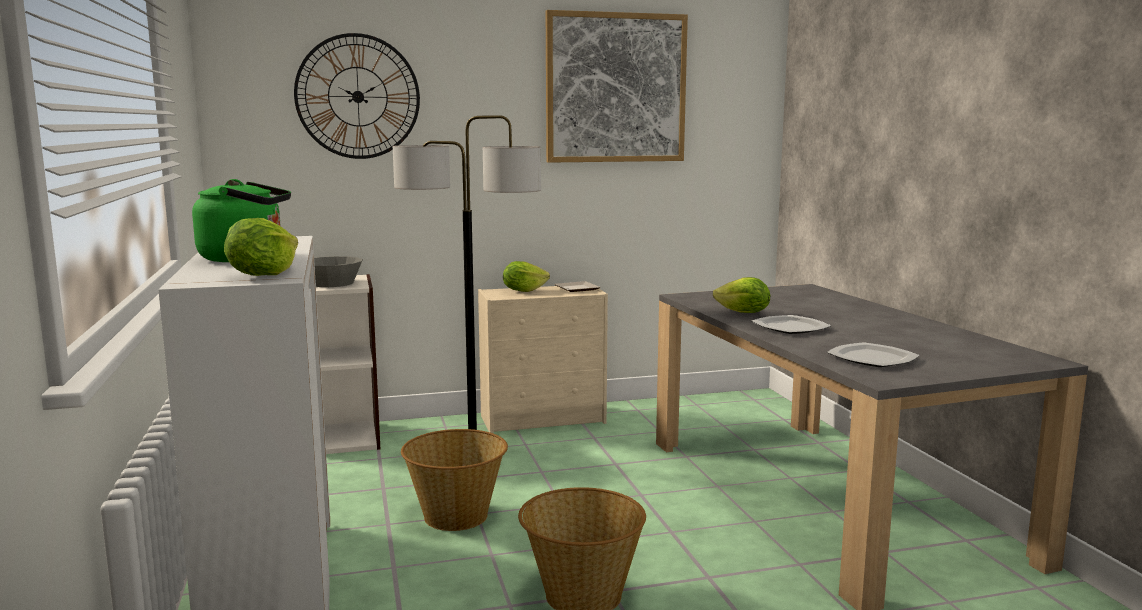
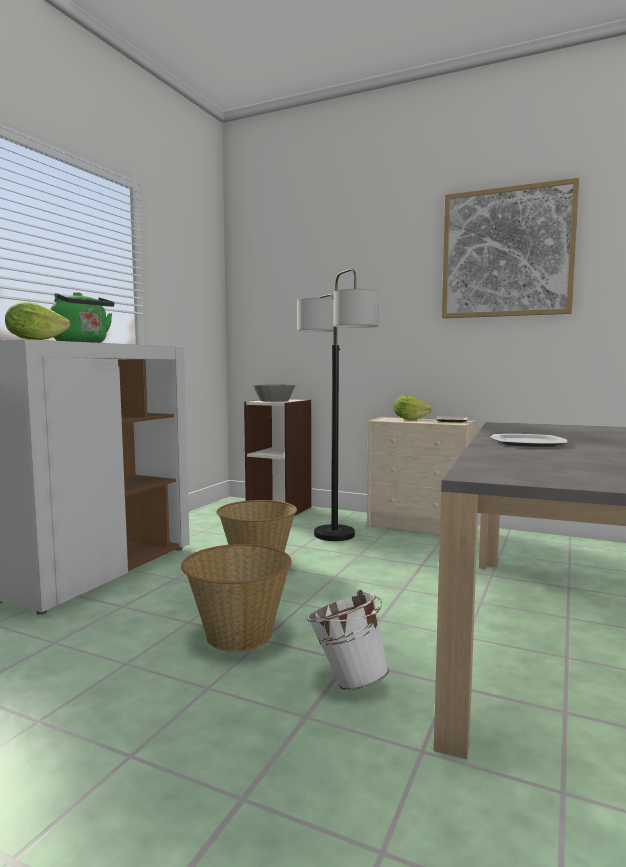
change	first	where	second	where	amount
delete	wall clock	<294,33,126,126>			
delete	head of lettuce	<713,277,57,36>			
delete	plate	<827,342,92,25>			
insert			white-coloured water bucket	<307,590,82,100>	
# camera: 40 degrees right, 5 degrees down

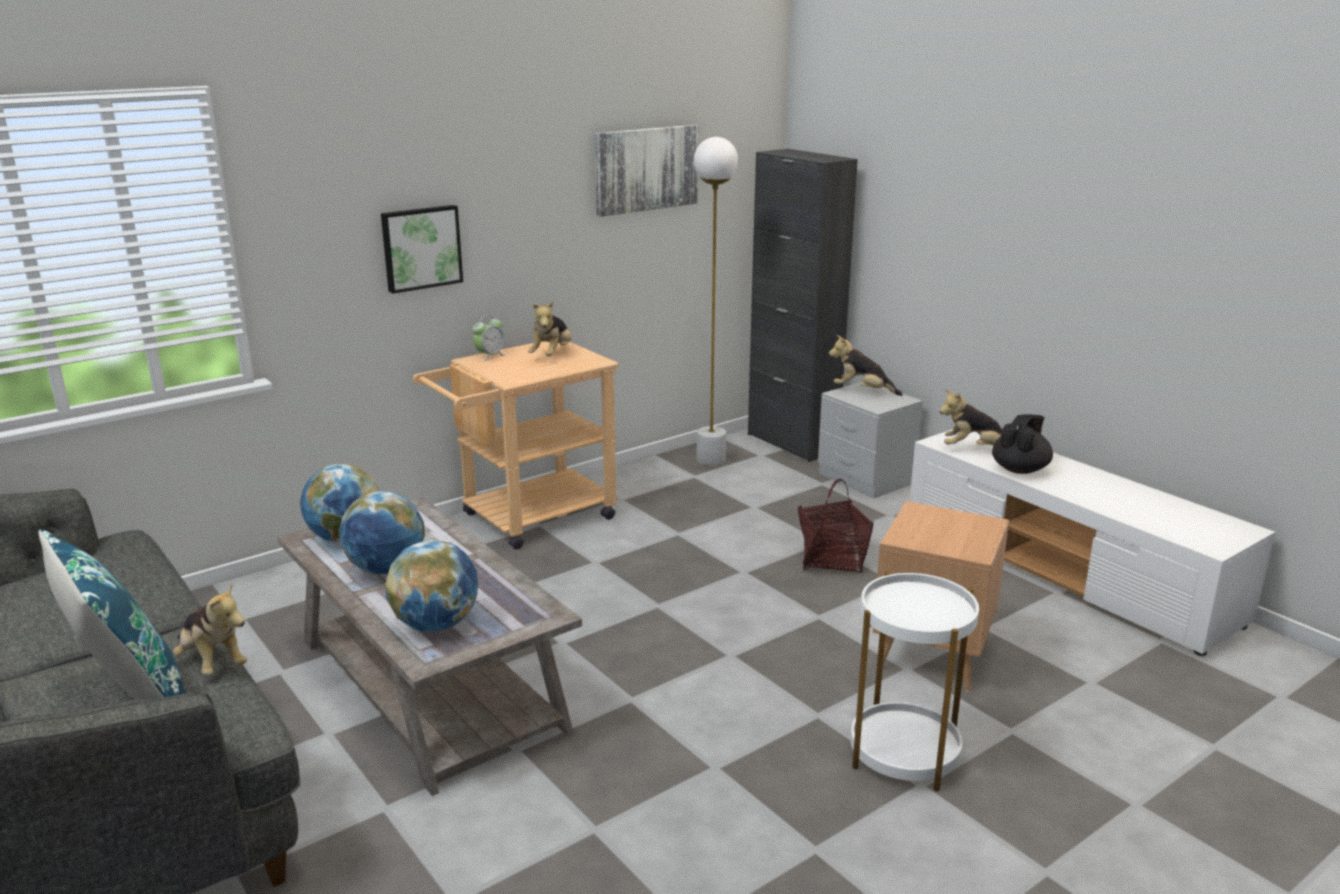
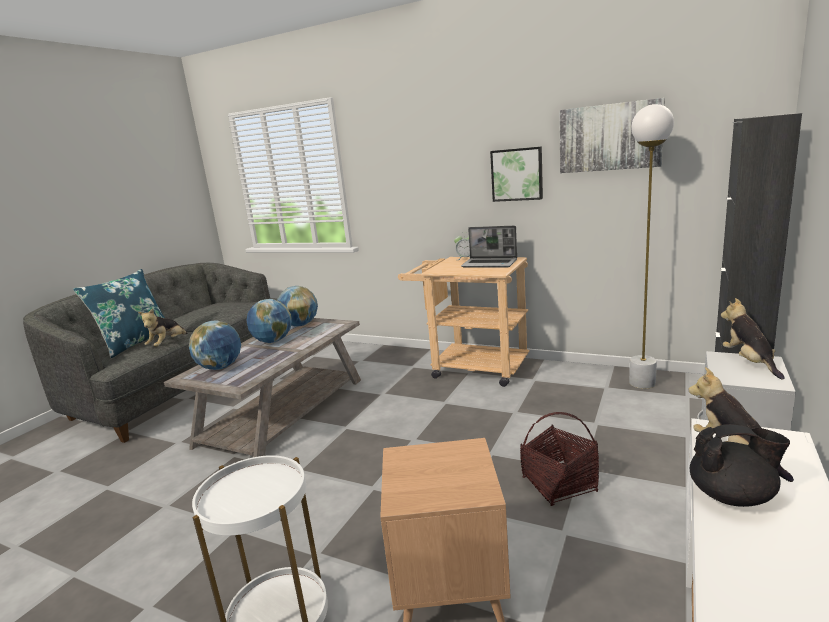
change	first	where	second	where	amount
move	picture	<381,205,82,89>		<490,146,53,56>	
replace	plush toy	<528,301,44,55>	portable computer	<461,226,56,42>	
# camera: 65 degrees right, 5 degrees down

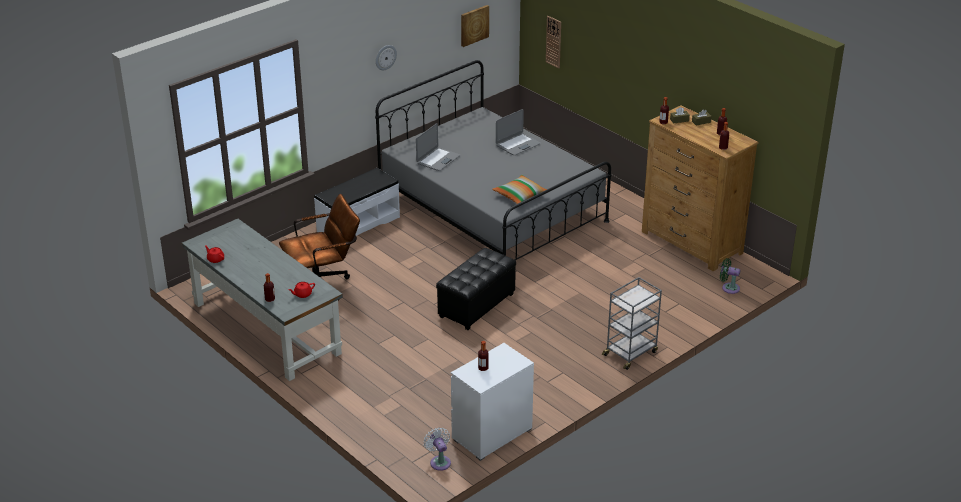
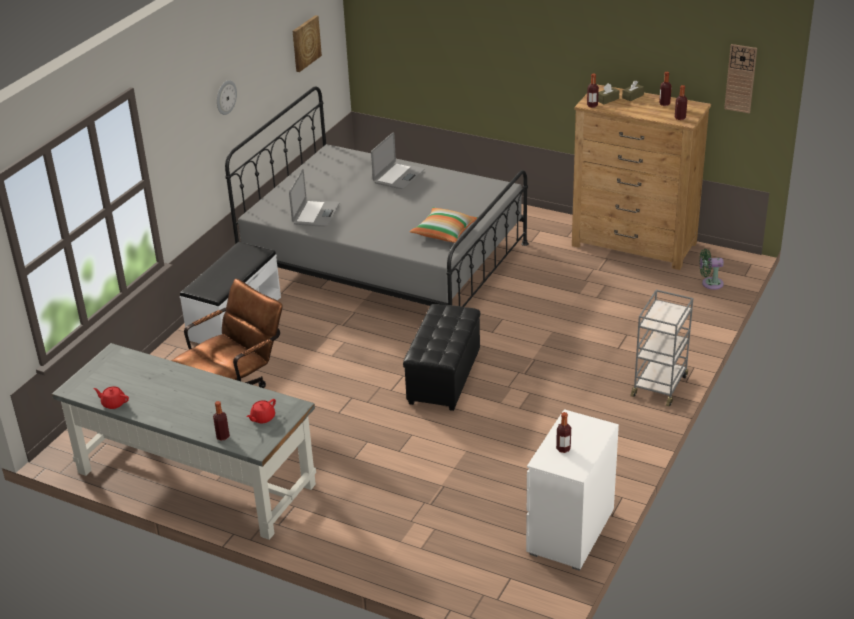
change	first	where	second	where	amount
delete	white-coloured electric fan	<424,427,27,44>			
move	wall clock	<546,16,15,52>		<724,44,33,69>	
# camera: 20 degrees left, 0 degrees up

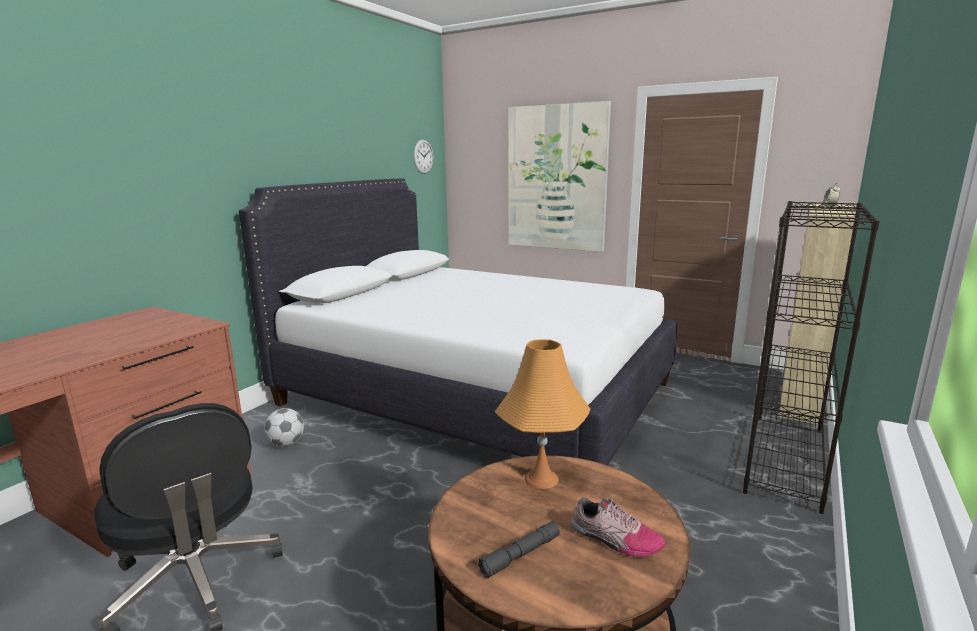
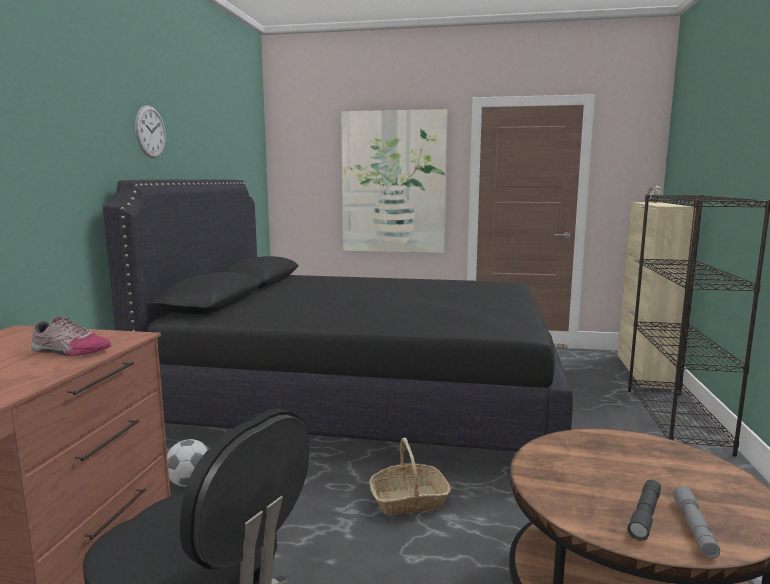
change	first	where	second	where	amount
recolor	white-coloured sleeping bed	<239,179,438,286>	black sleeping bed	<103,180,470,272>	
move	wall clock	<413,140,21,34>		<135,105,31,53>	
delete	orangey tabletop lamp	<495,339,95,150>			
move	shoe	<571,497,94,60>		<31,317,80,39>	
insert			basket	<369,438,82,77>	
insert			greyish hand torch	<673,486,47,72>	
# camera: 20 degrees left, 5 degrees down

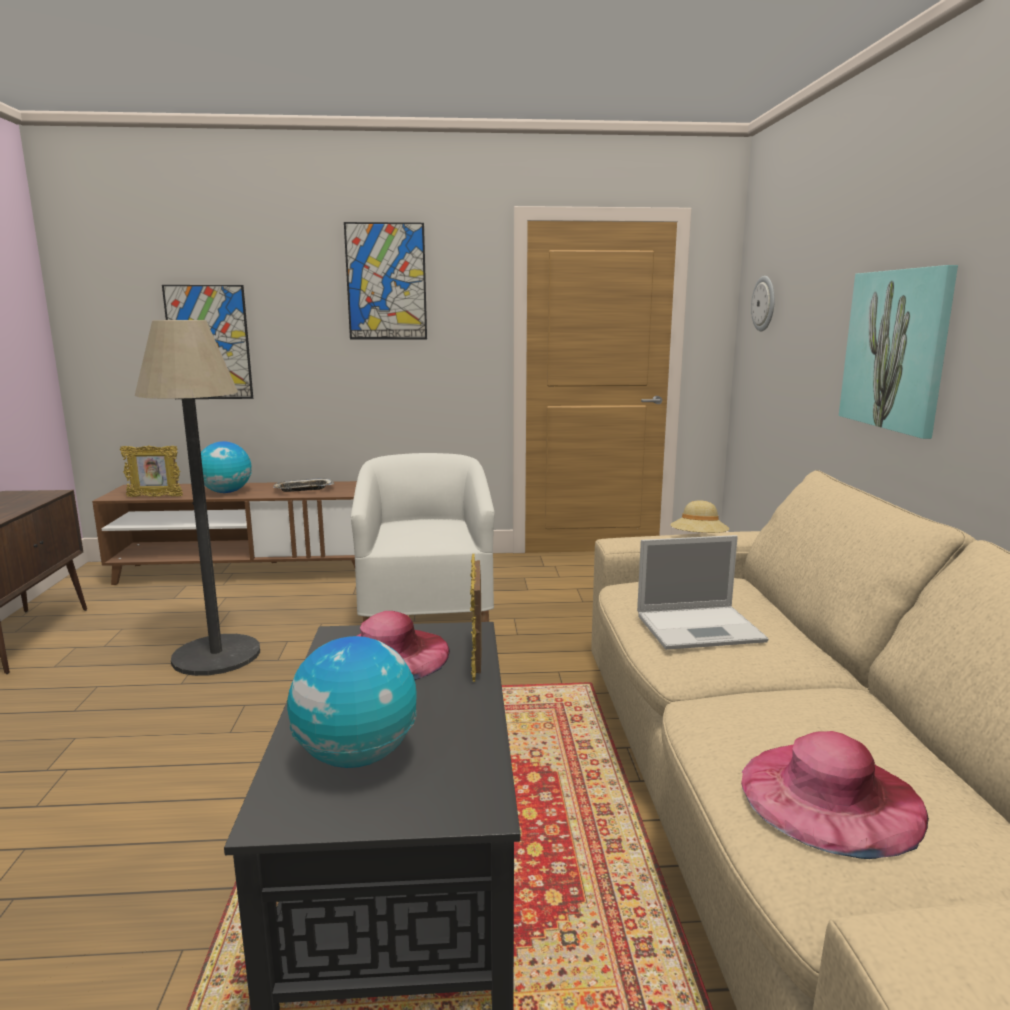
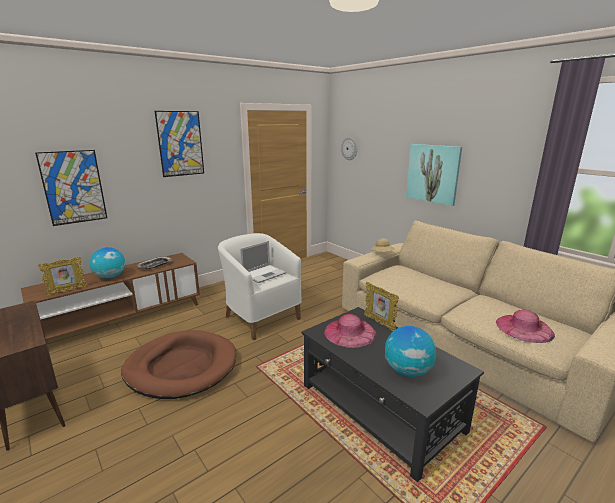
change	first	where	second	where	amount
replace	standard lamp	<135,320,125,356>	brownish dog bed	<121,330,115,69>	
move	portable computer	<637,535,132,115>		<240,241,46,42>	
# camera: 35 degrees left, 5 degrees up

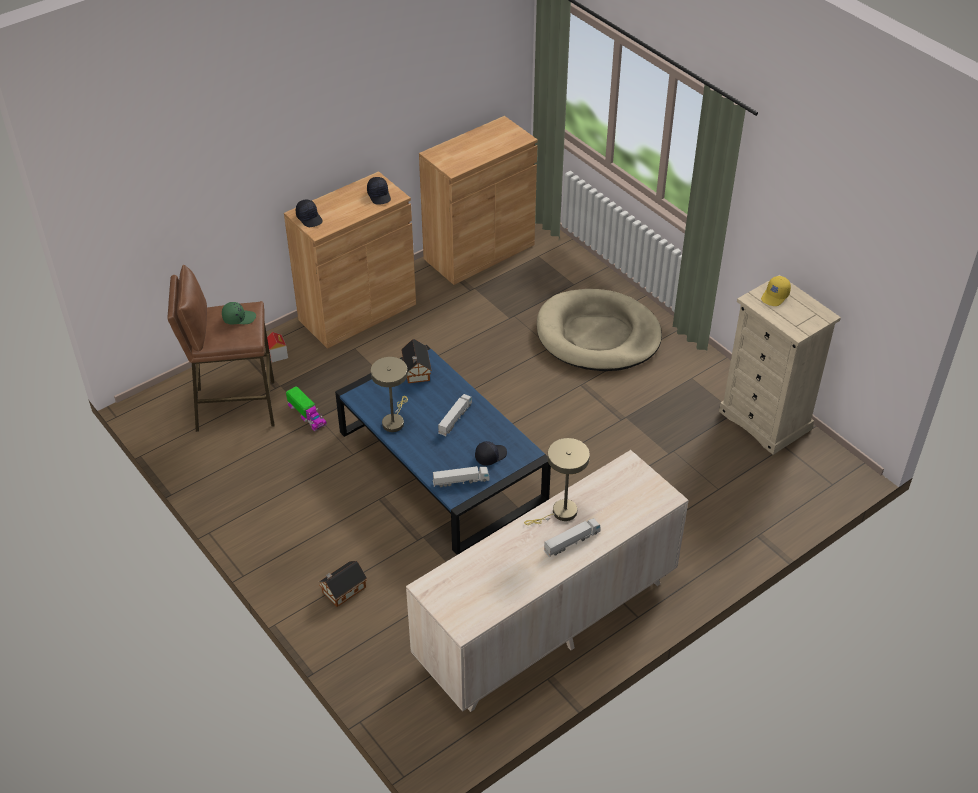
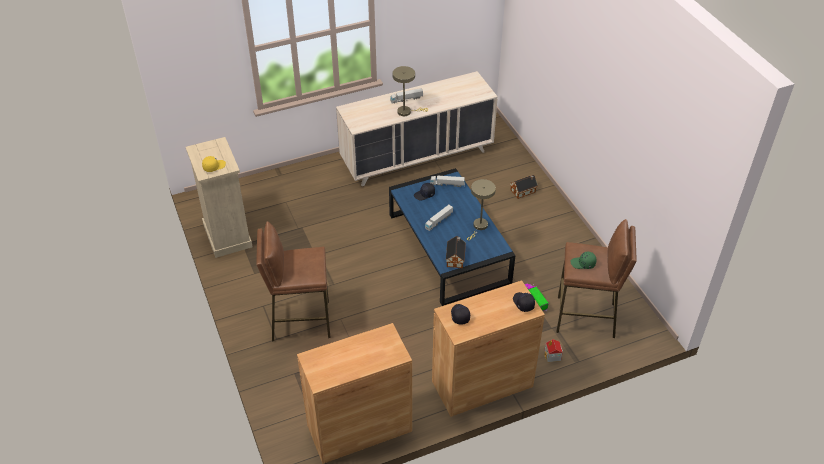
change	first	where	second	where	amount
replace	sand-coloured dog bed	<537,289,125,82>	brownish stool	<256,221,75,120>	
# camera: 165 degrees left, 0 degrees up

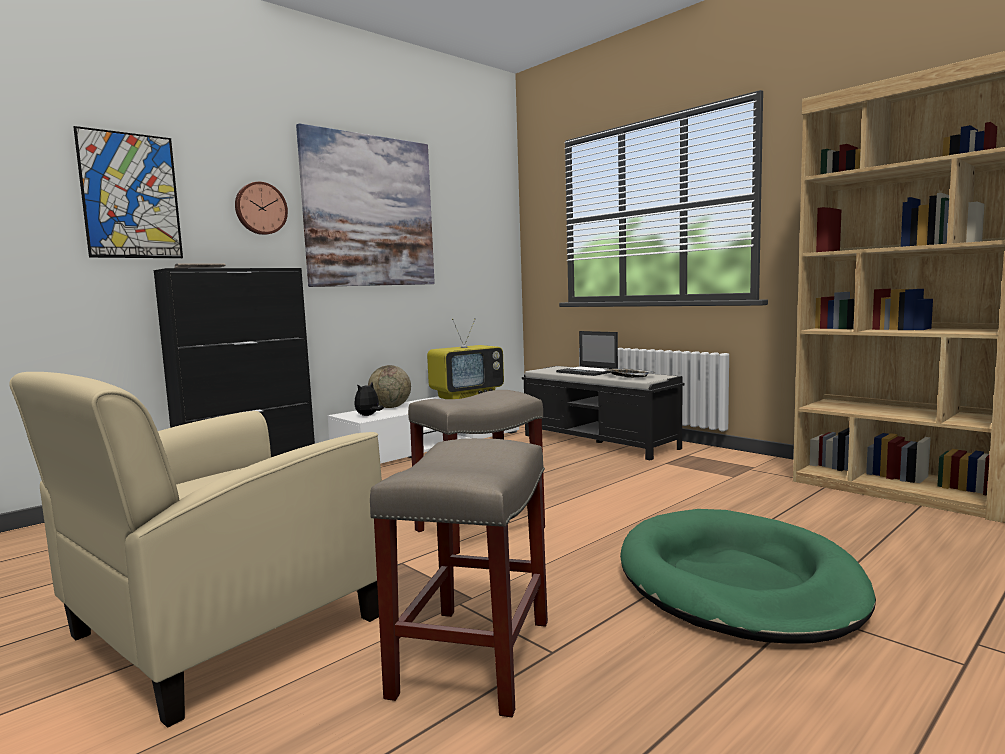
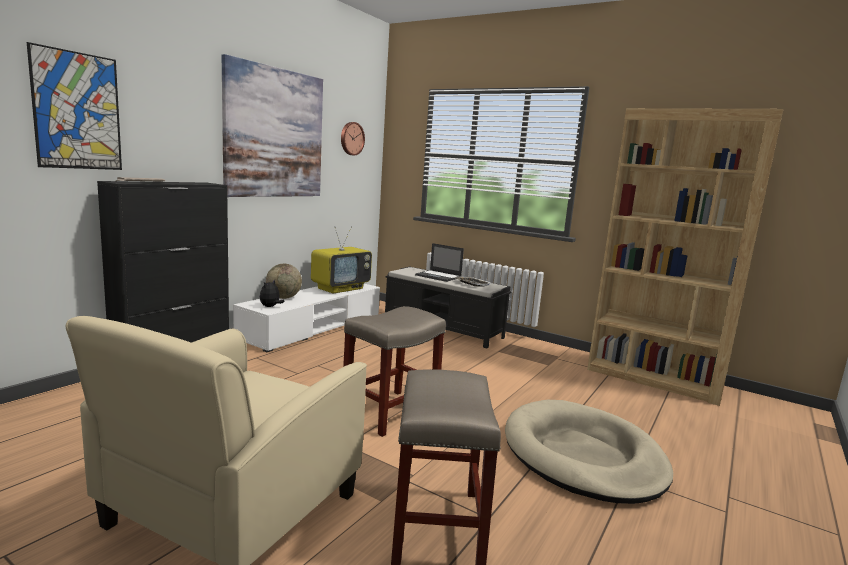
change	first	where	second	where	amount
move	wall clock	<235,182,53,53>		<341,122,24,33>	
recolor	green-coloured dog bed	<620,509,256,135>	sand-coloured dog bed	<505,400,168,104>	
# camera: 15 degrees left, 5 degrees up

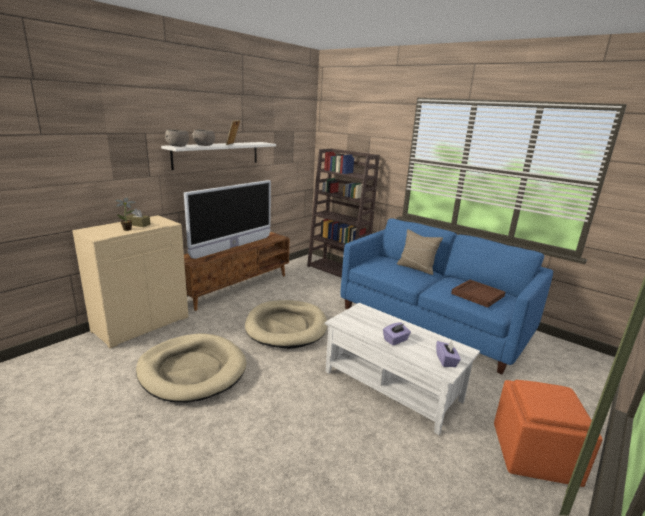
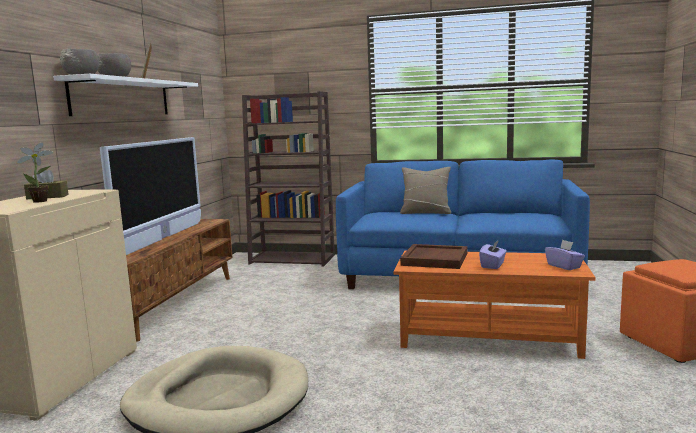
change	first	where	second	where	amount
delete	sand-coloured dog bed	<245,300,82,49>			
recolor	white-coloured lounge table	<325,303,155,132>	orangey lounge table	<393,250,202,109>	
move	brownish carrying tray	<451,280,54,28>		<400,244,67,25>	
# camera: 25 degrees left, 10 degrees down

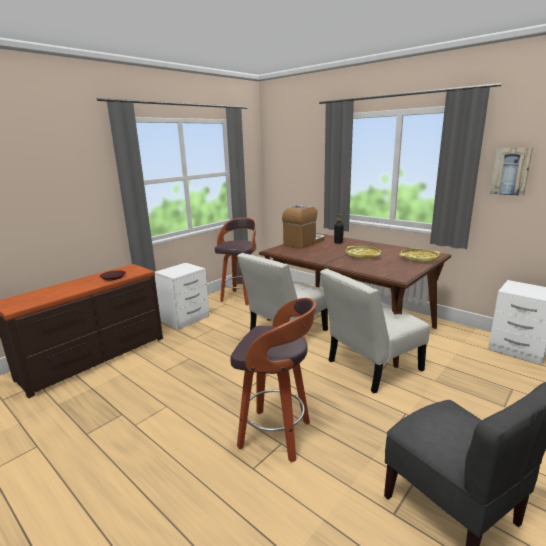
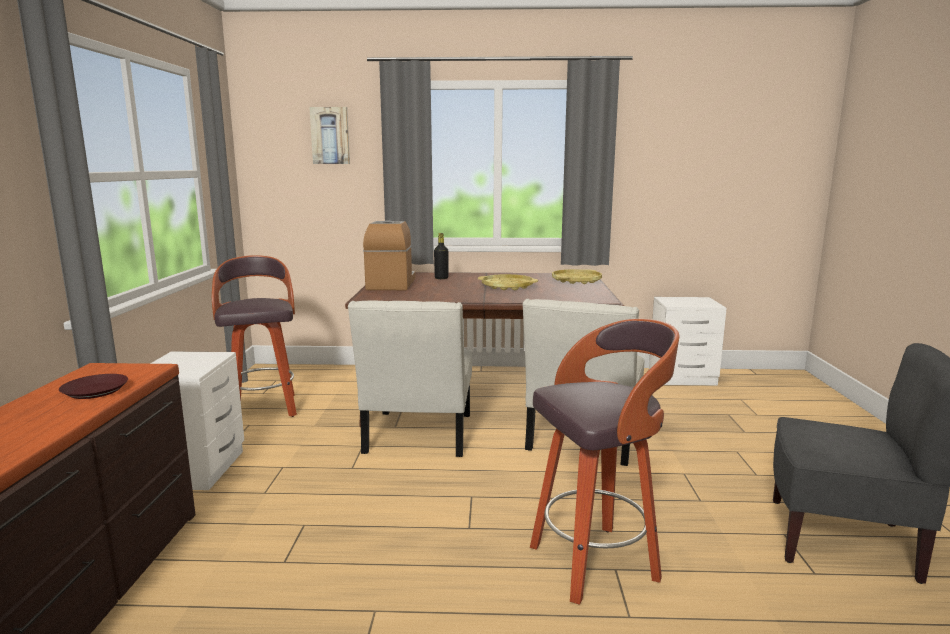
change	first	where	second	where	amount
move	picture	<490,148,43,48>		<309,107,41,57>	
# camera: 40 degrees left, 5 degrees down

